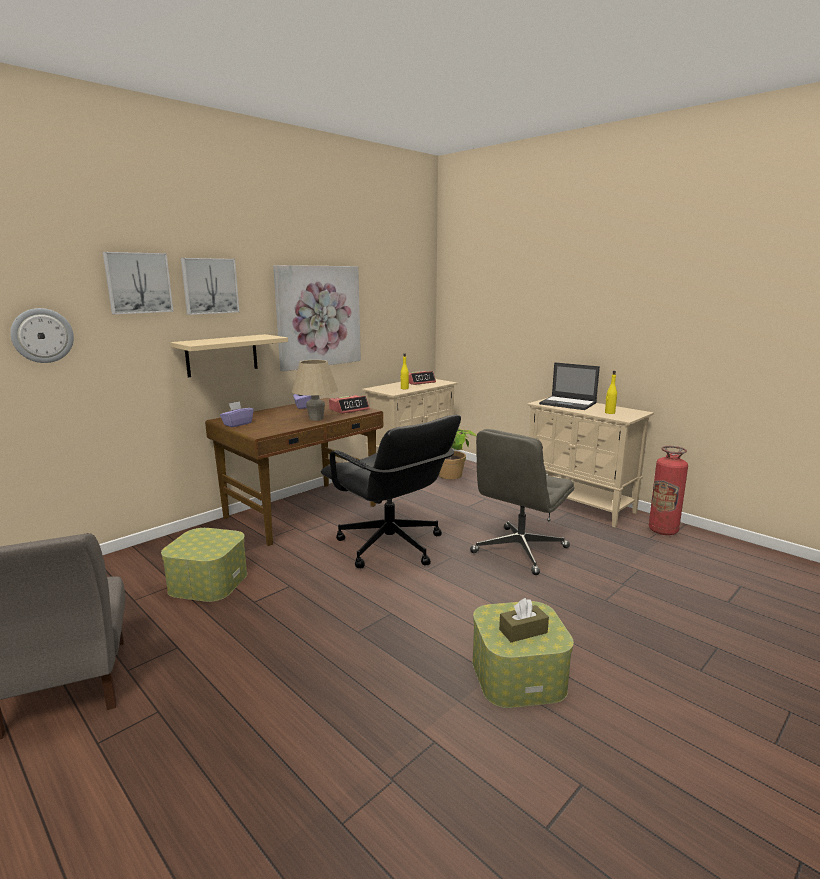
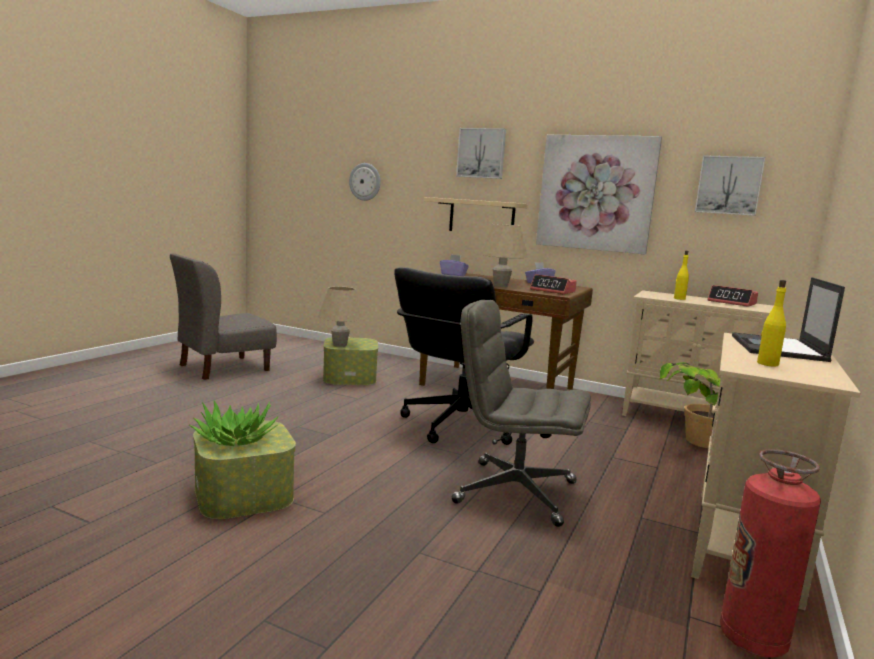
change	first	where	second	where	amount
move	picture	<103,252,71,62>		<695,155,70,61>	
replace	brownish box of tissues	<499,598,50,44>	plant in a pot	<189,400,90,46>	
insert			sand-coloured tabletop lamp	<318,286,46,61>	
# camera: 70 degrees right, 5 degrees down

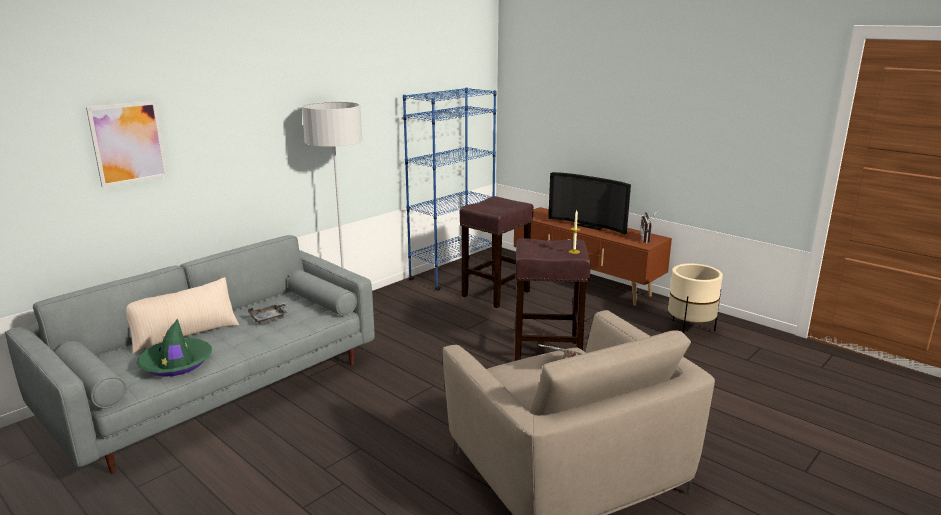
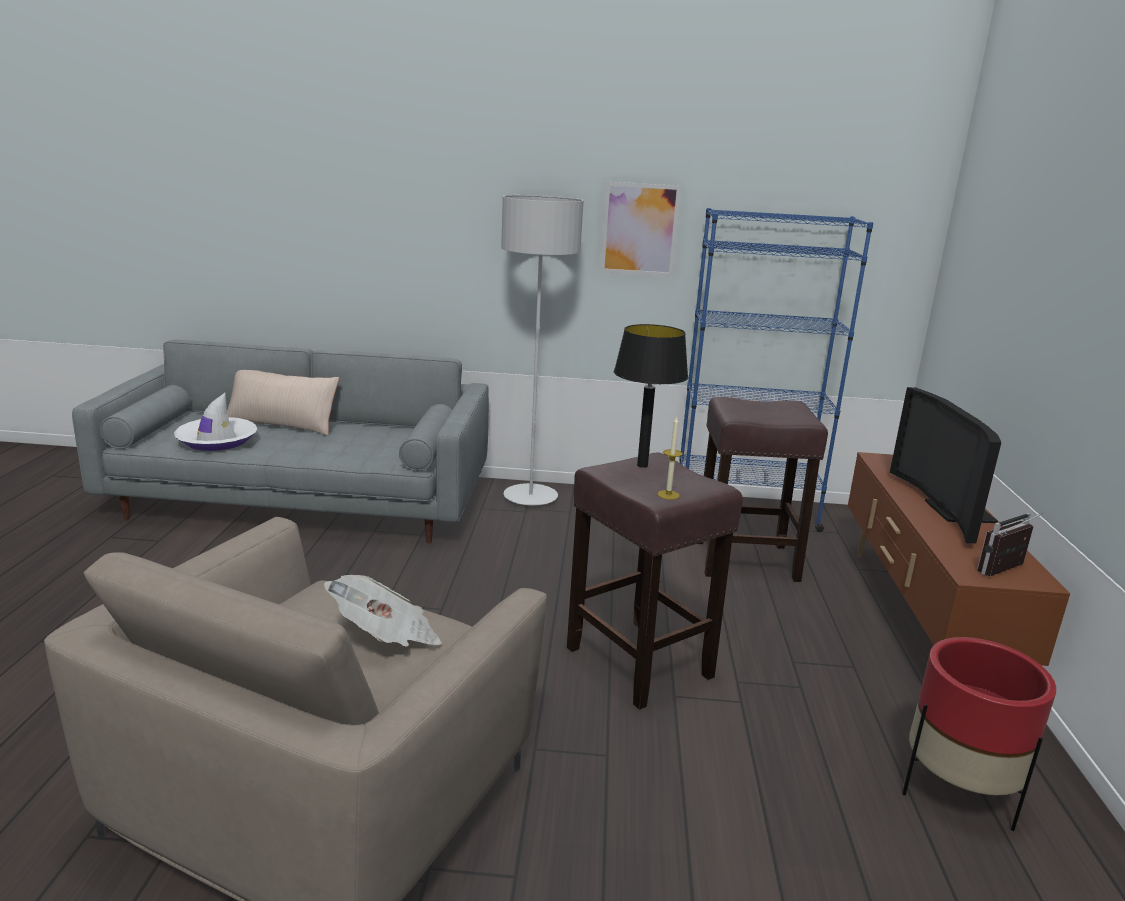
change	first	where	second	where	amount
move	picture	<86,101,82,87>		<600,182,81,95>	
recolor	green-coloured wearable hat	<137,319,75,58>	white-coloured wearable hat	<174,393,84,58>	
delete	greyish carrying tray	<248,303,41,21>			
recolor	sand-coloured plant pot	<668,263,55,70>	reddish plant pot	<902,637,154,194>	
insert			black tabletop lamp	<614,324,74,144>	
# camera: 50 degrees right, 0 degrees up

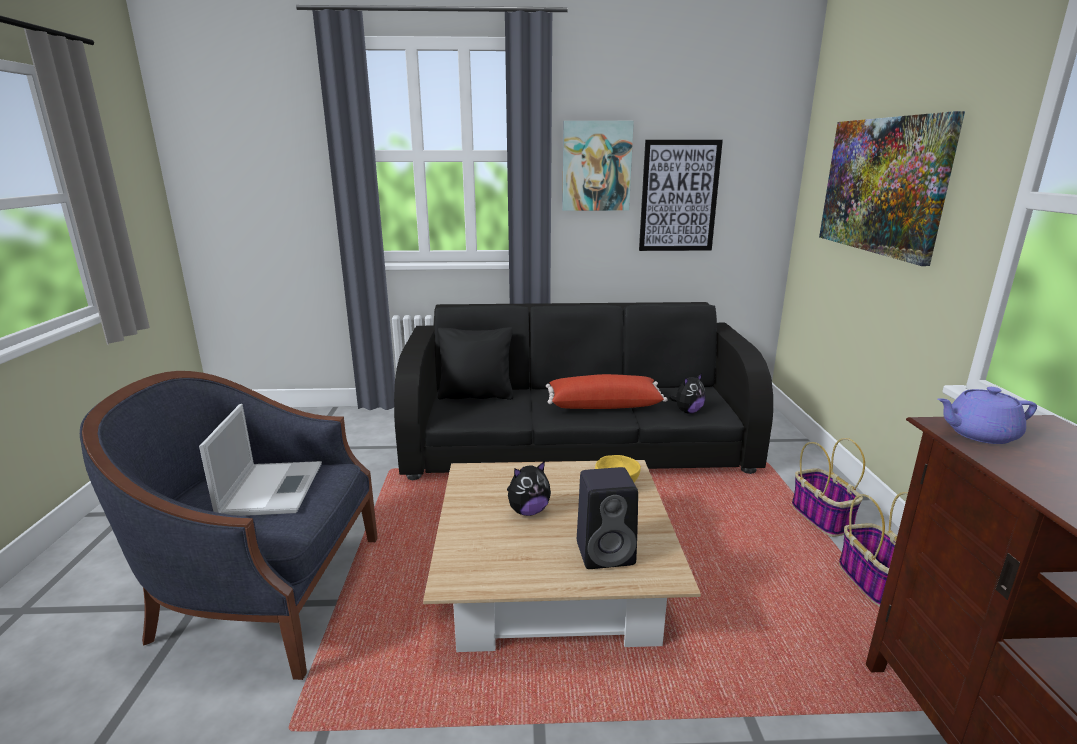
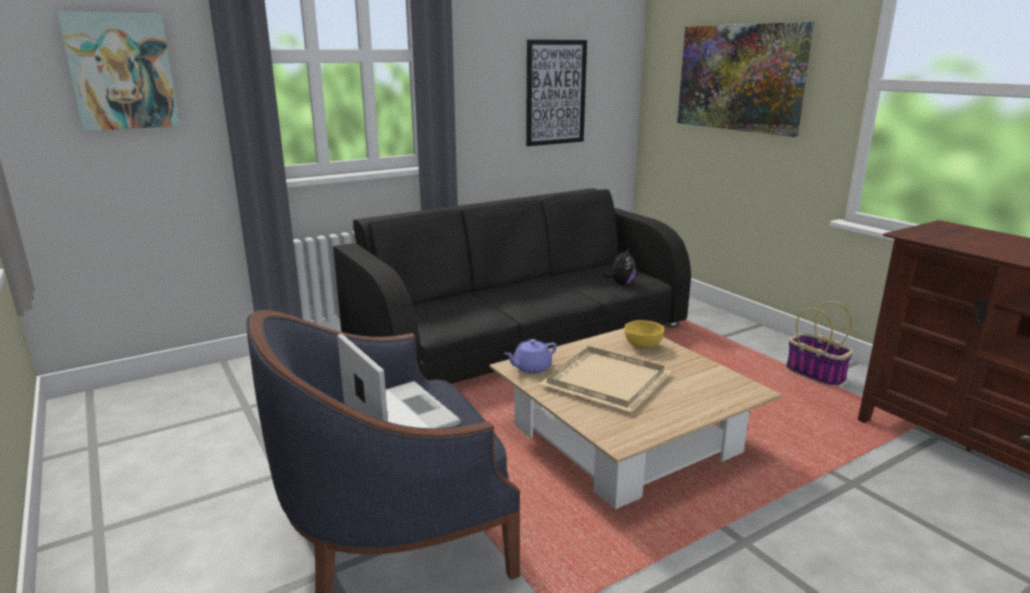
change	first	where	second	where	amount
delete	black throw pillow	<438,327,75,73>			
replace	plush toy	<507,461,44,55>	sand-coloured carrying tray	<539,346,133,66>	
delete	reddish throw pillow	<546,374,121,35>			
move	picture	<562,121,72,90>		<57,11,123,120>	
delete	black audio speaker	<577,467,61,102>			
delete	basket	<792,438,73,99>			
move	purplish teapot	<938,387,99,57>		<504,339,53,35>	
# camera: 30 degrees left, 0 degrees up

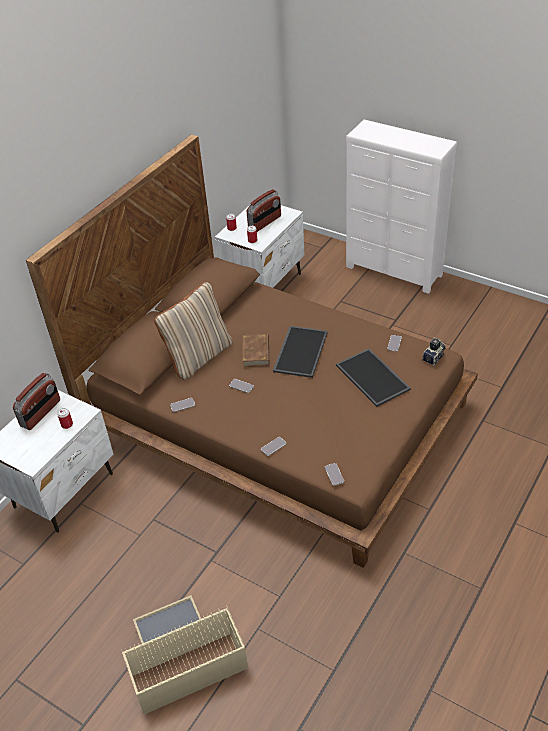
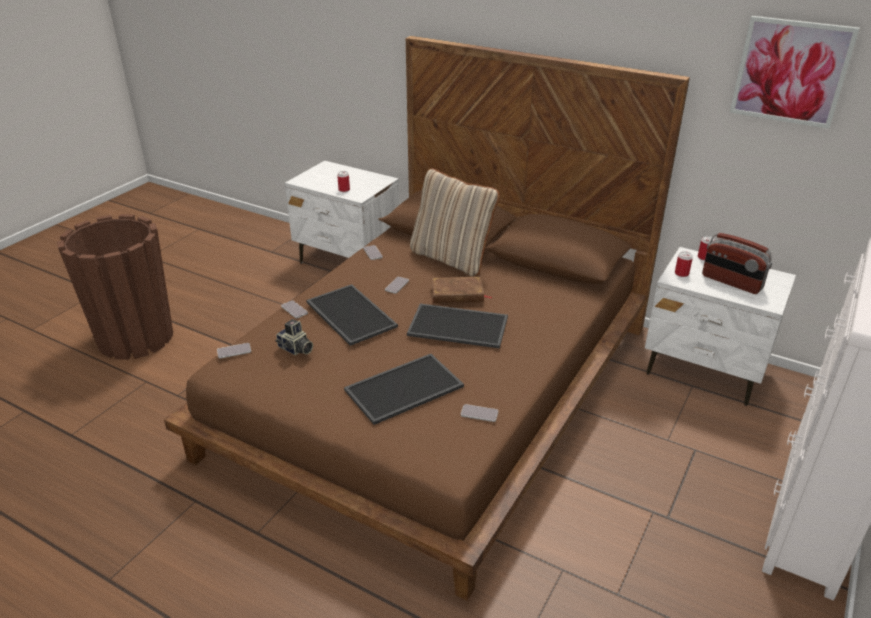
change	first	where	second	where	amount
delete	radio set	<13,373,47,57>			
replace	sand-coloured storage bin	<122,595,126,120>	brownish plant pot	<57,214,116,146>	
move	still camera	<423,337,23,28>		<275,319,38,36>	
insert			carrying tray	<306,284,92,62>	
insert			picture	<730,16,130,113>	
# camera: 85 degrees right, 10 degrees down

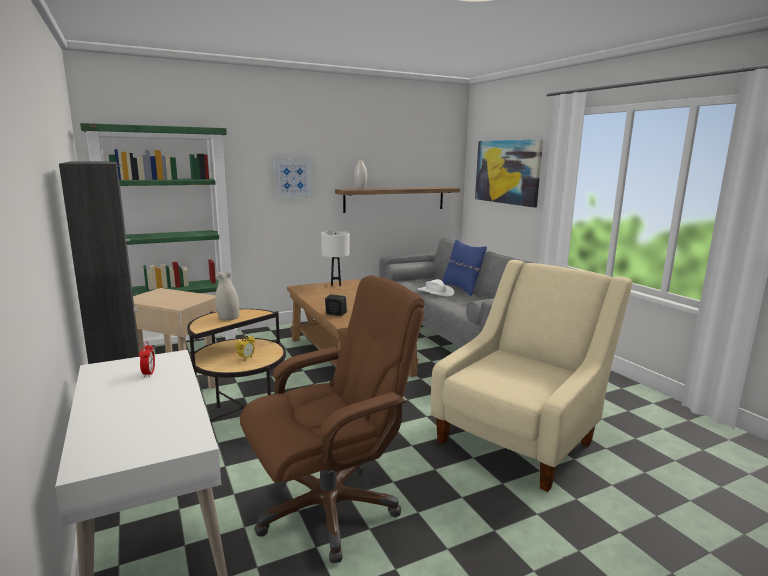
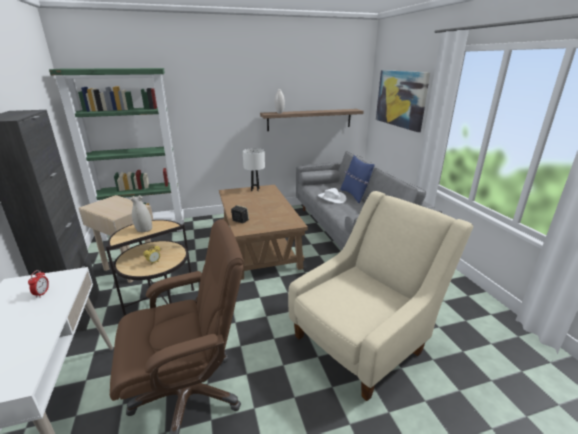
change	first	where	second	where	amount
delete	picture	<274,159,38,39>			
# camera: 10 degrees right, 10 degrees up

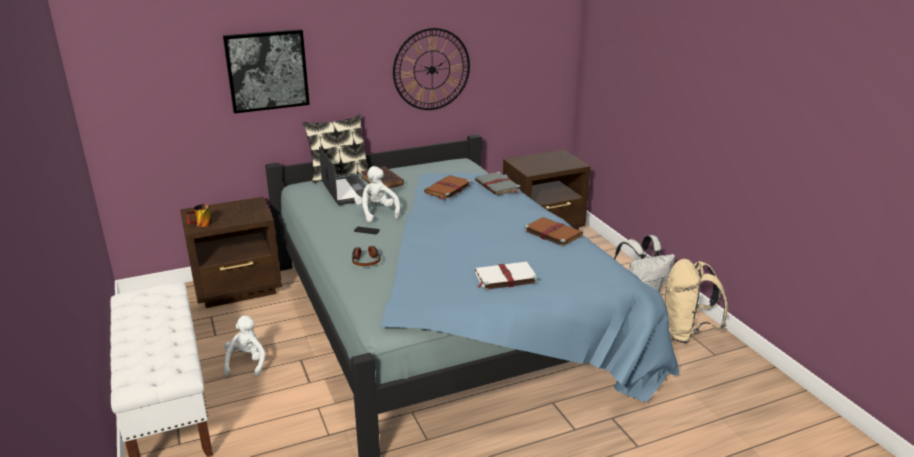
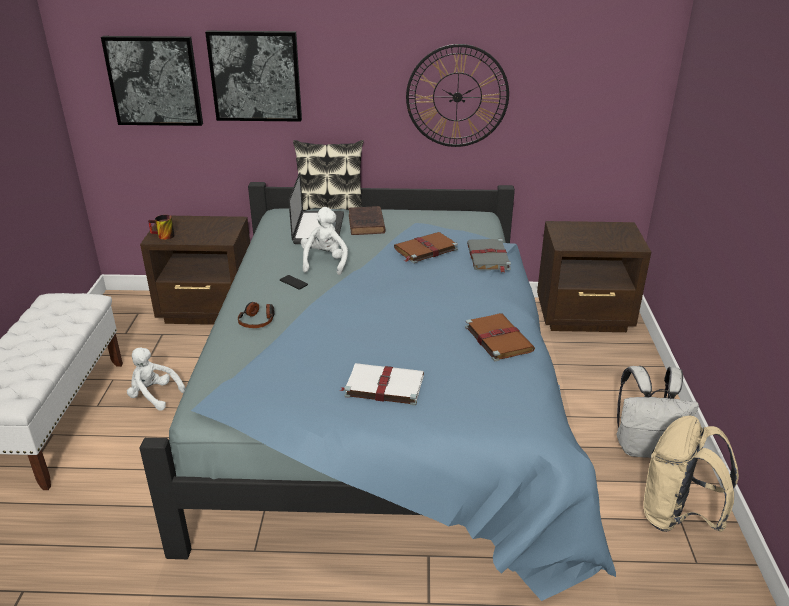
change	first	where	second	where	amount
rotate	white-coloured plush toy	<224,316,41,61>		<127,347,58,64>	90 degrees counterclockwise
insert			picture	<101,36,102,90>	
# camera: 25 degrees right, 5 degrees up

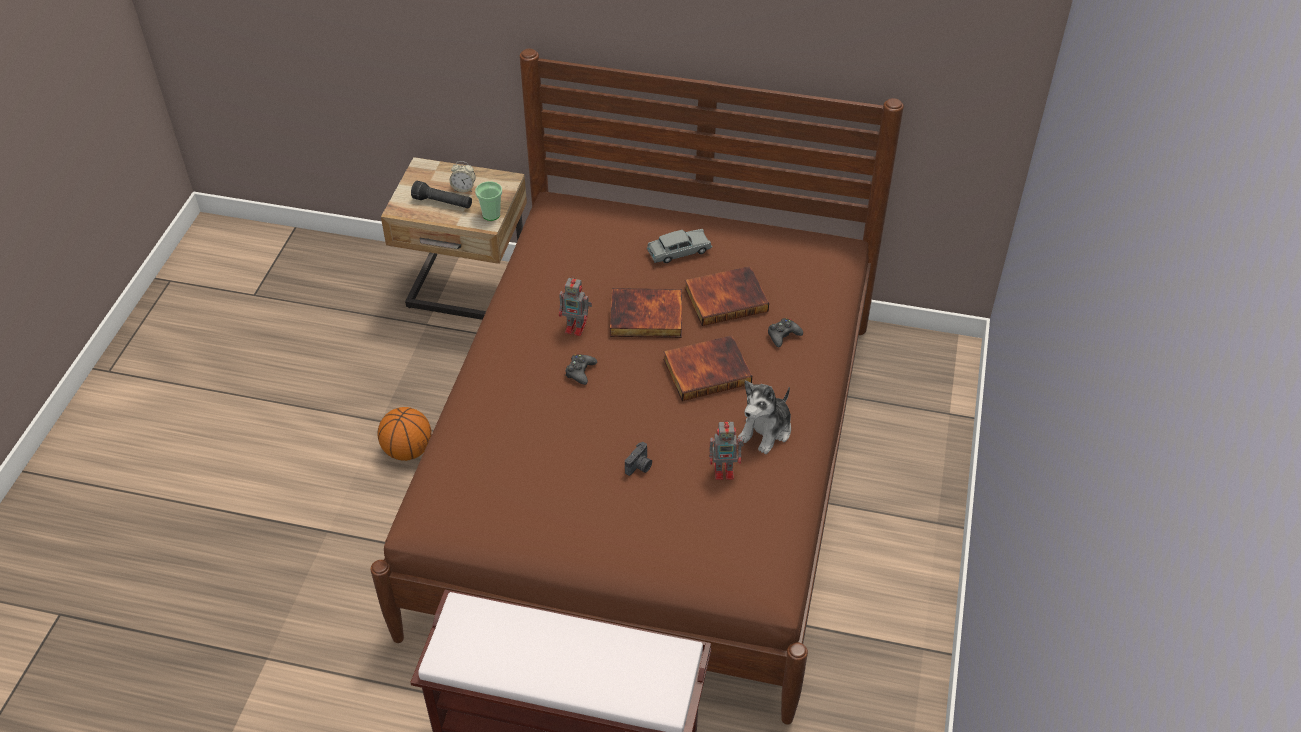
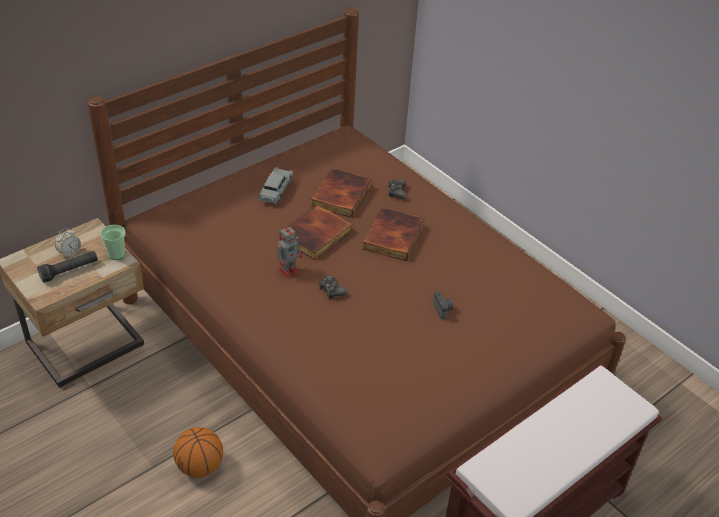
change	first	where	second	where	amount
delete	toy robot	<709,420,35,60>			
delete	plush toy	<738,381,53,73>			
# camera: 55 degrees left, 5 degrees down

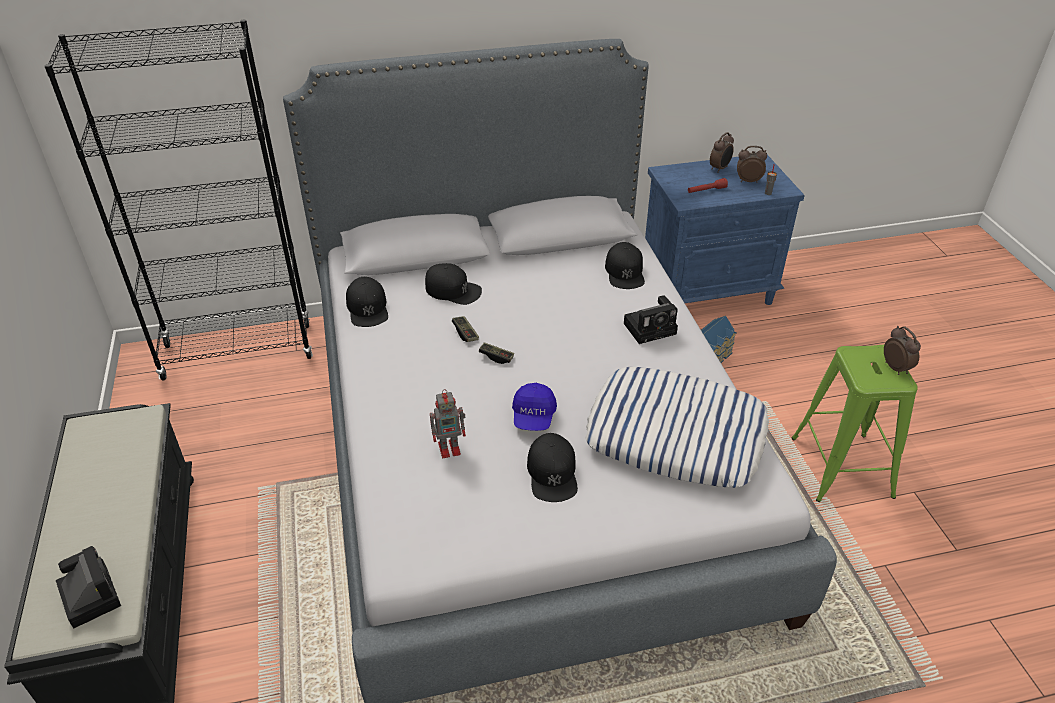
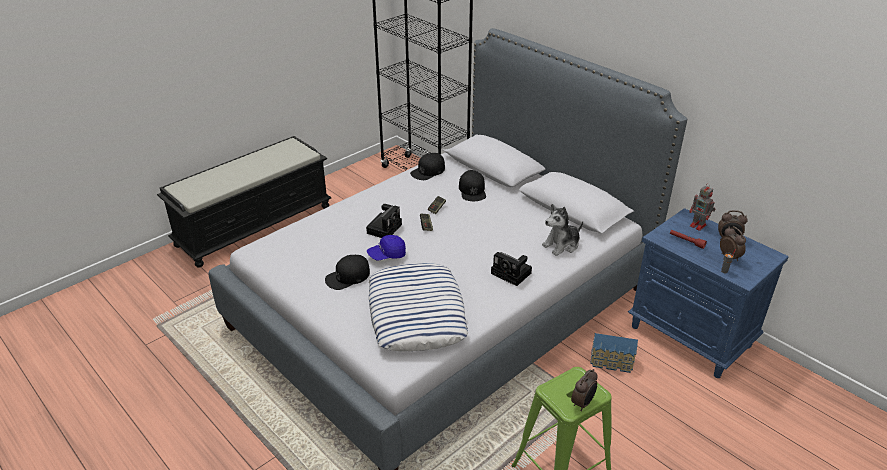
change	first	where	second	where	amount
move	still camera	<56,546,65,83>		<366,204,36,34>	
move	toy robot	<430,389,36,69>		<689,183,26,48>	
replace	black peaked cap	<605,242,40,47>	plush toy	<542,204,41,52>	
# camera: 60 degrees right, 5 degrees down

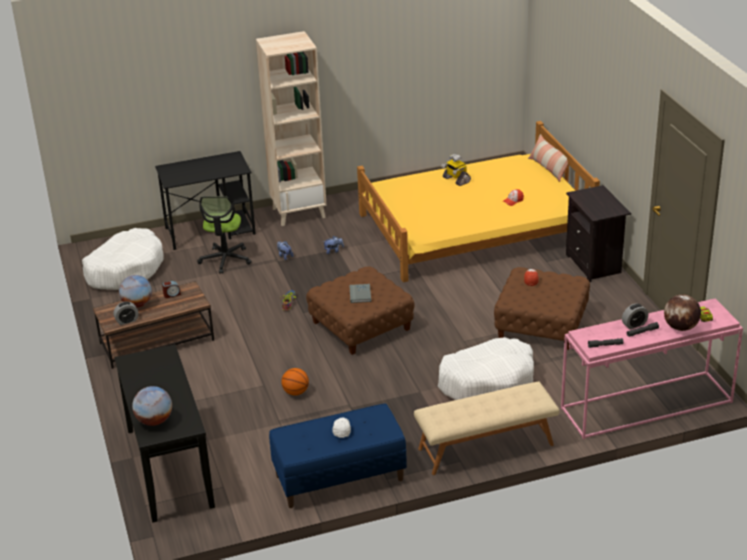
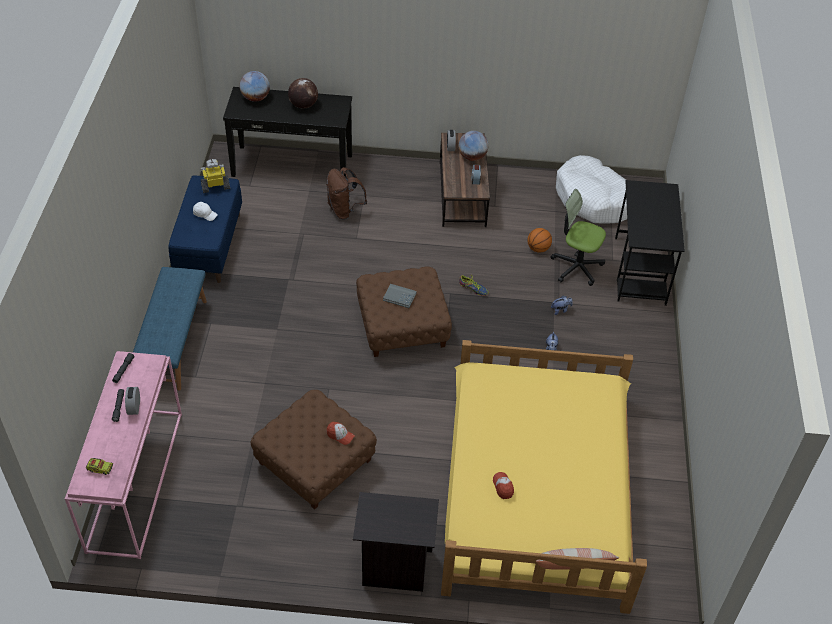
change	first	where	second	where	amount
delete	sand-coloured bookshelf	<256,31,71,195>			
move	basketball ball	<281,368,28,28>		<527,228,25,25>	
recolor	sand-coloured indoor bench	<414,381,146,94>	bluish indoor bench	<133,267,74,124>	
delete	white-coloured dog bed	<438,337,96,63>			
move	toy robot	<441,154,30,32>		<201,159,29,34>	
move	world globe	<664,294,37,37>		<288,78,30,31>	
insert			brownish knapsack	<326,167,41,52>	
# camera: 110 degrees right, 15 degrees up

